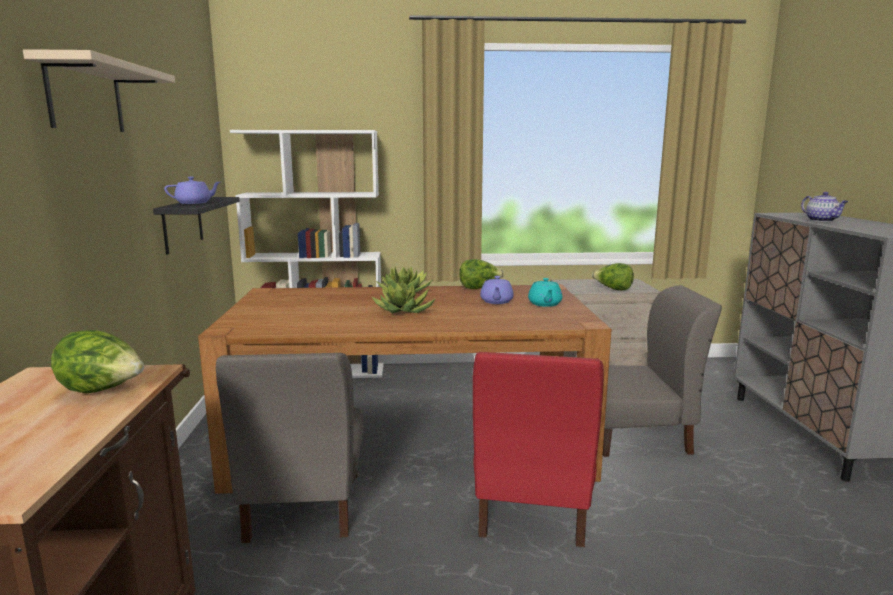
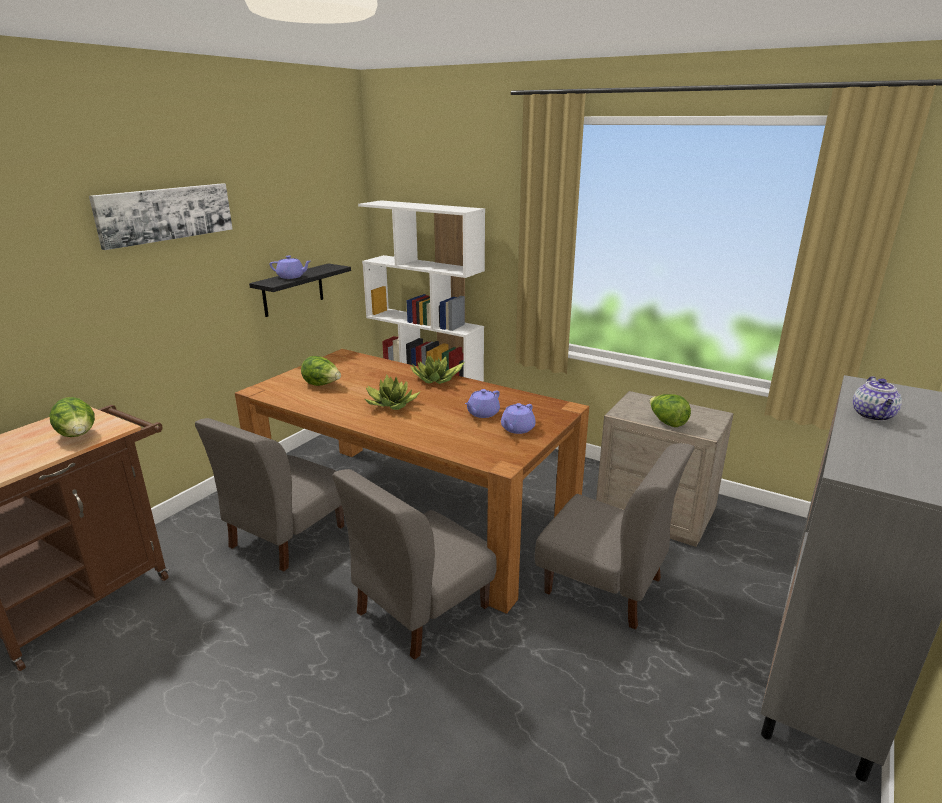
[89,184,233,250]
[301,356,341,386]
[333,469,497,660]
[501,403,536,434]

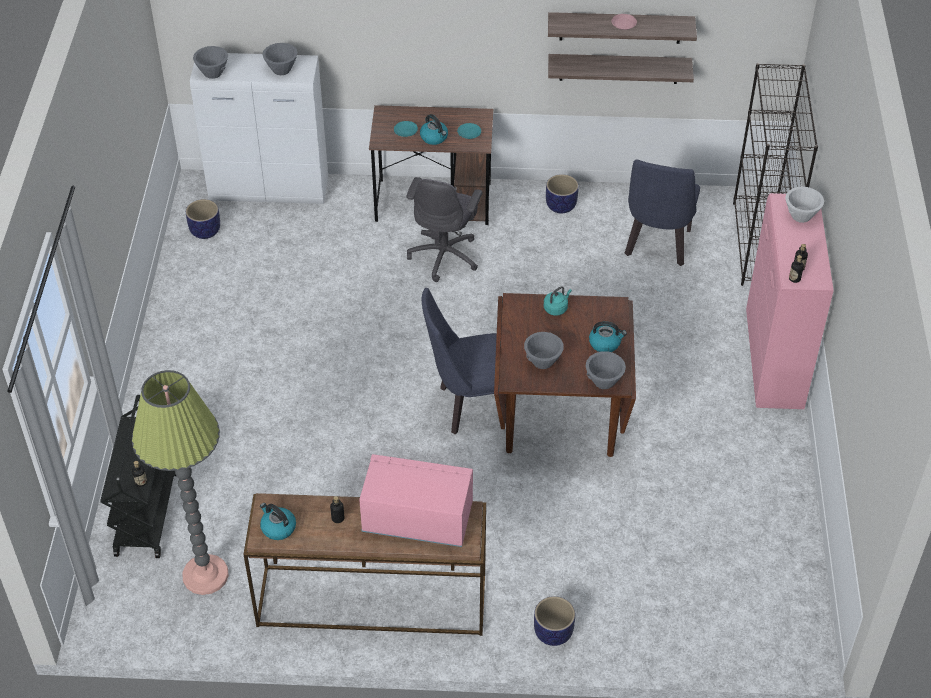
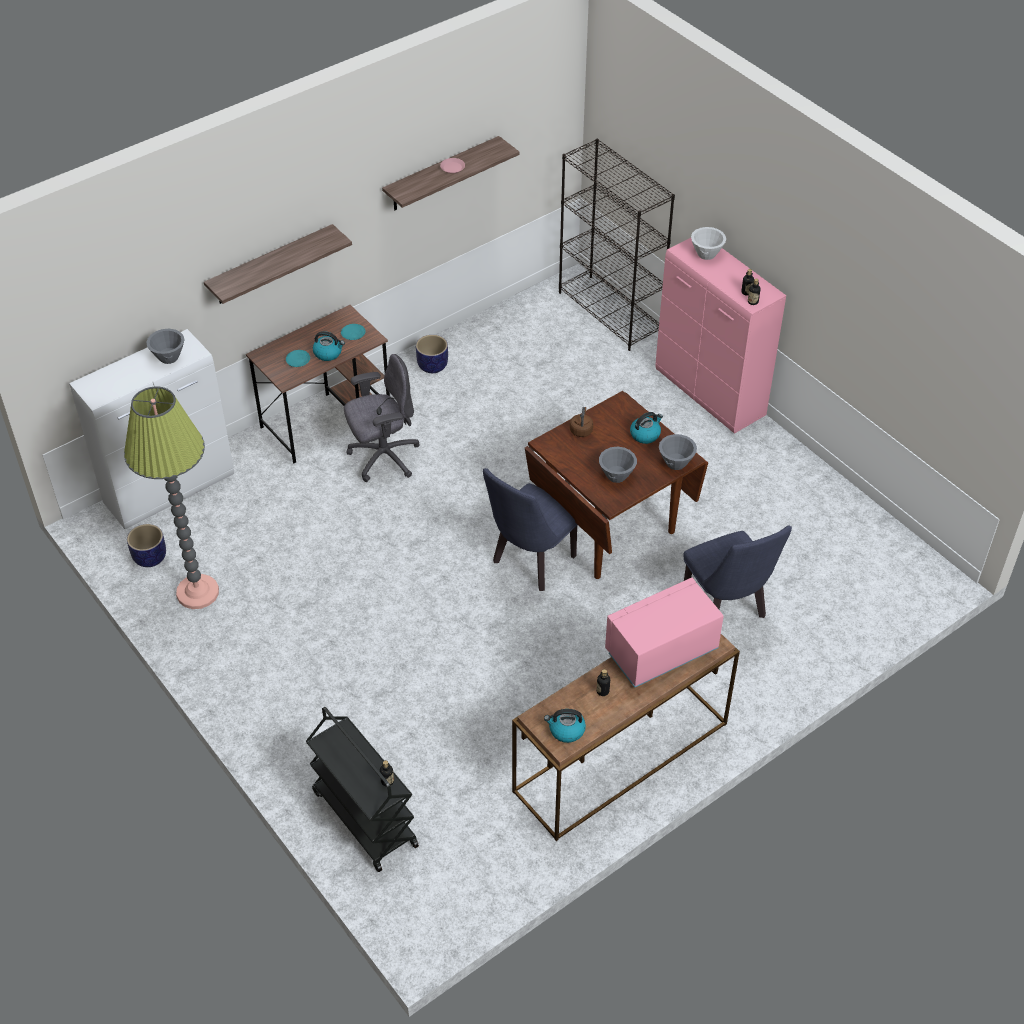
[124,387,219,609]
[204,224,352,304]
[344,354,420,482]
[570,407,593,437]
[683,525,792,618]
[193,46,228,79] (first image)
[534,596,575,646] (first image)

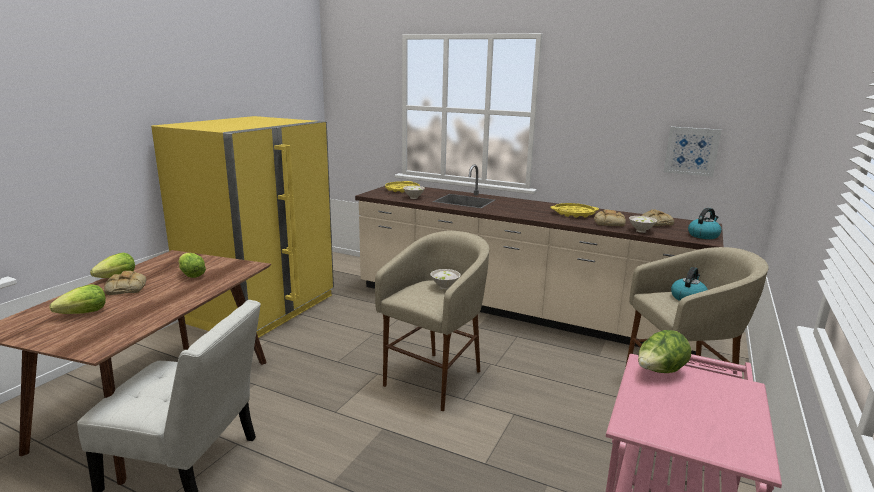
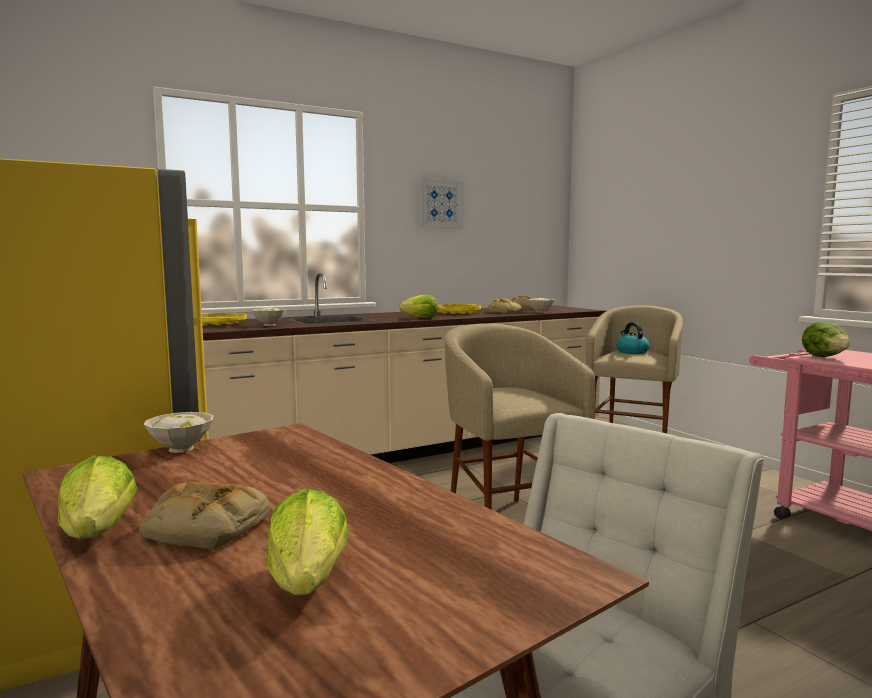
[144,412,214,453]
[399,294,438,318]
[420,178,463,229]
[688,208,722,239] (first image)

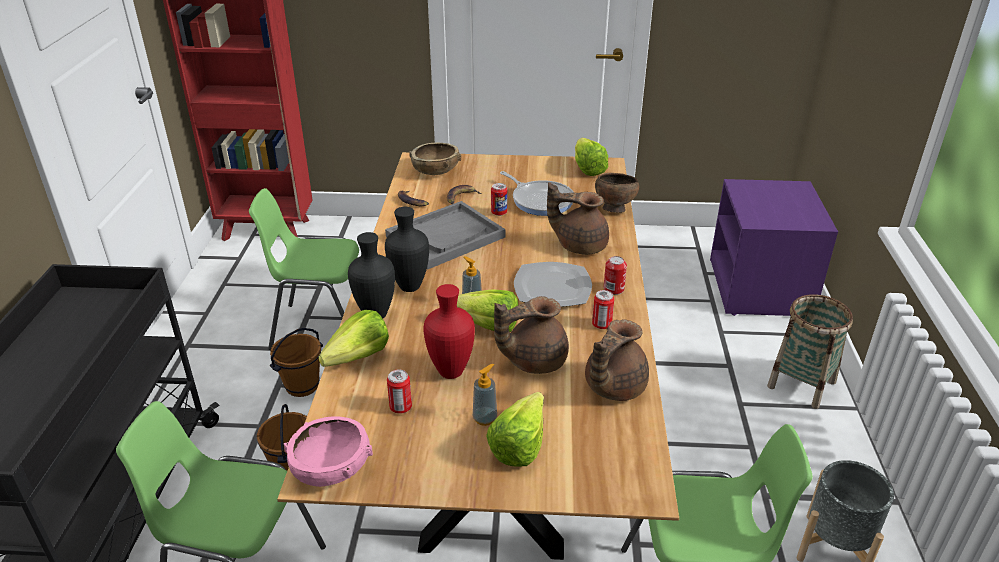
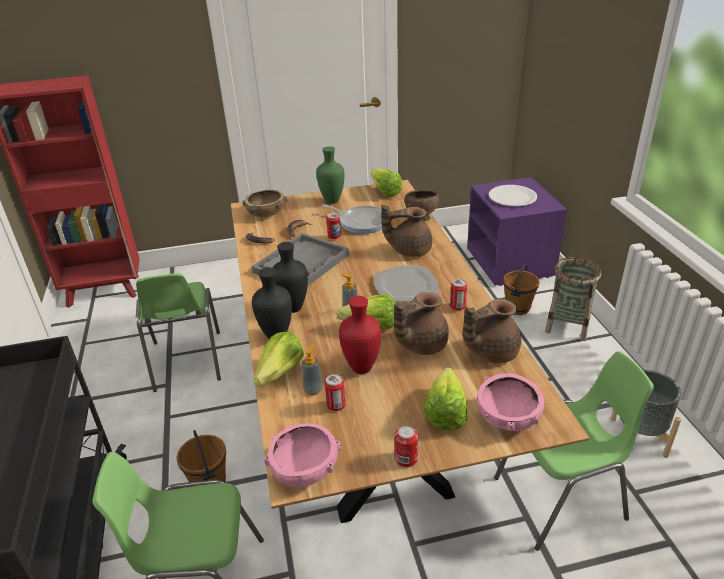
[136,273,221,392]
[302,344,323,395]
[316,146,344,204]
[394,426,418,467]
[463,299,521,363]
[477,373,544,431]
[489,185,537,206]
[503,264,540,315]

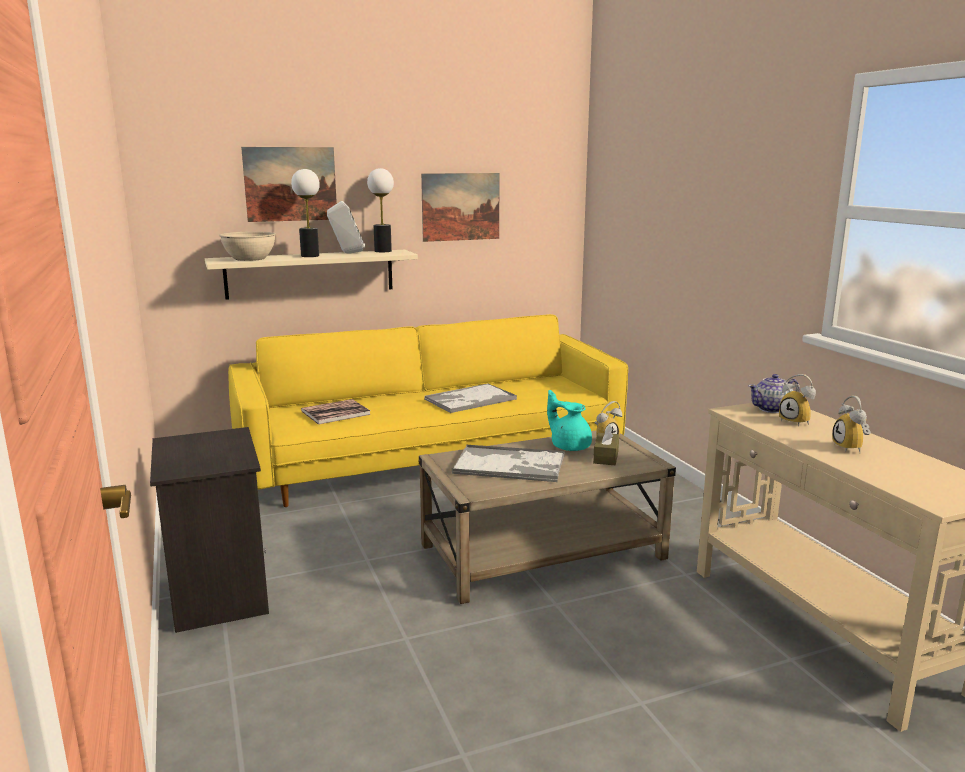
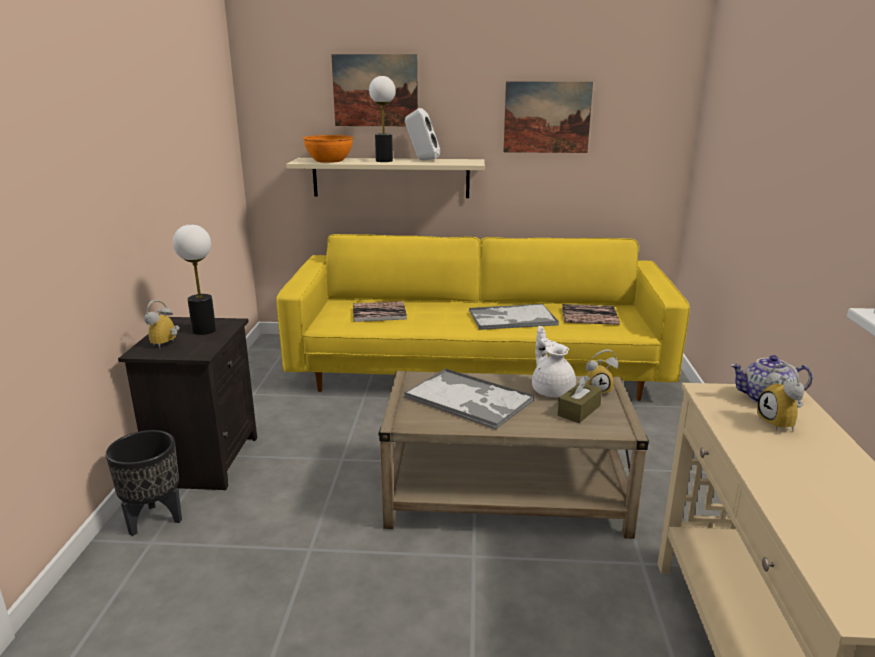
[106,430,182,536]
[144,300,180,348]
[173,224,216,335]
[303,135,354,163]
[532,326,576,397]
[562,304,620,325]

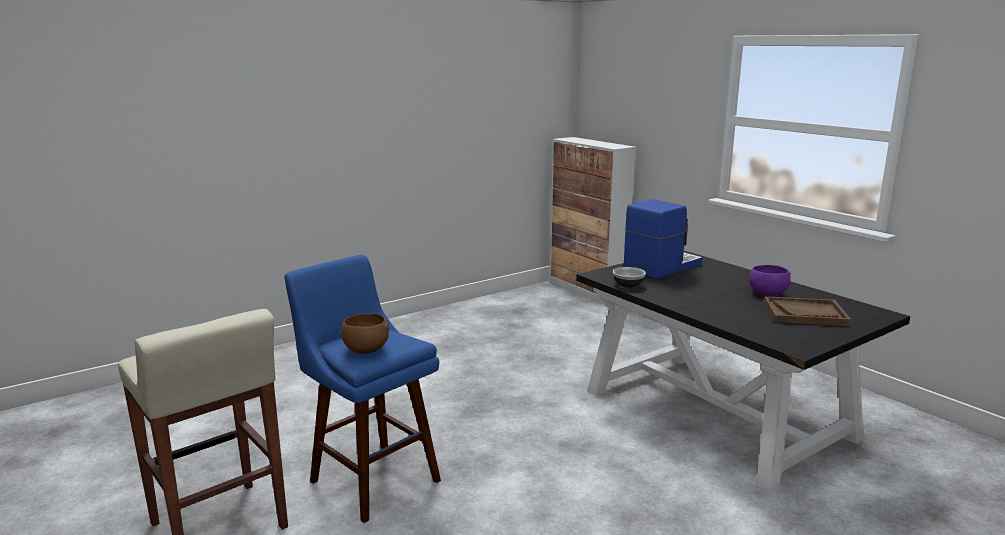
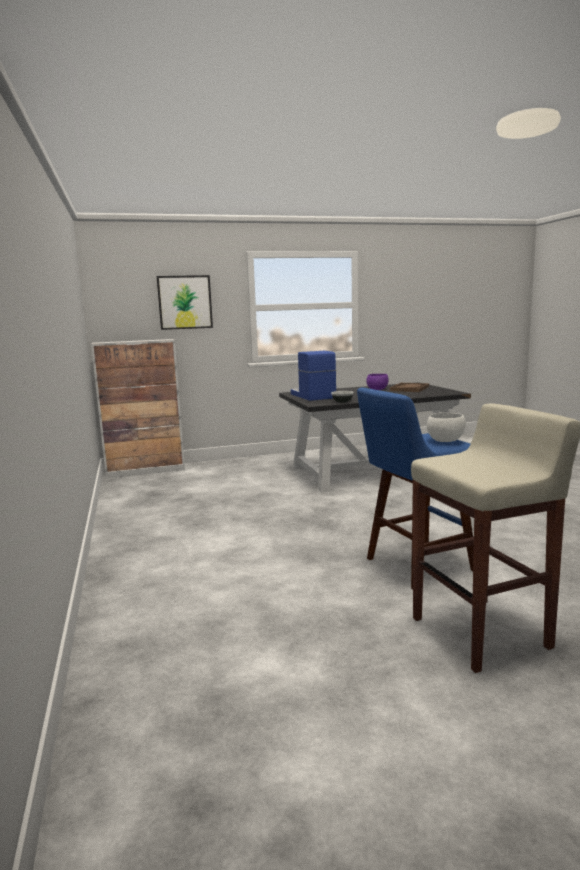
[157,275,213,330]
[427,413,466,442]

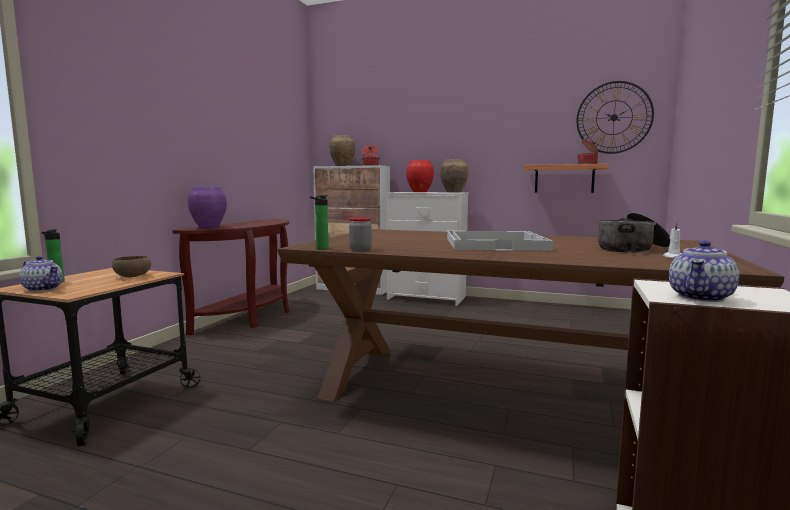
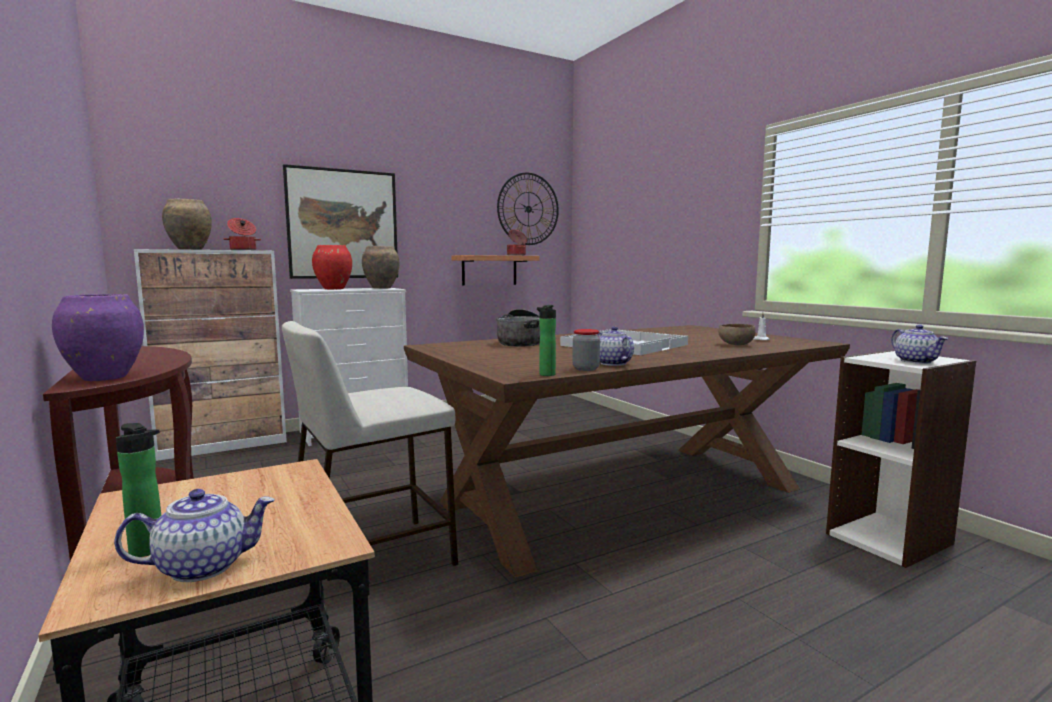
[282,321,458,566]
[283,164,398,279]
[496,309,540,347]
[597,326,634,366]
[718,324,755,345]

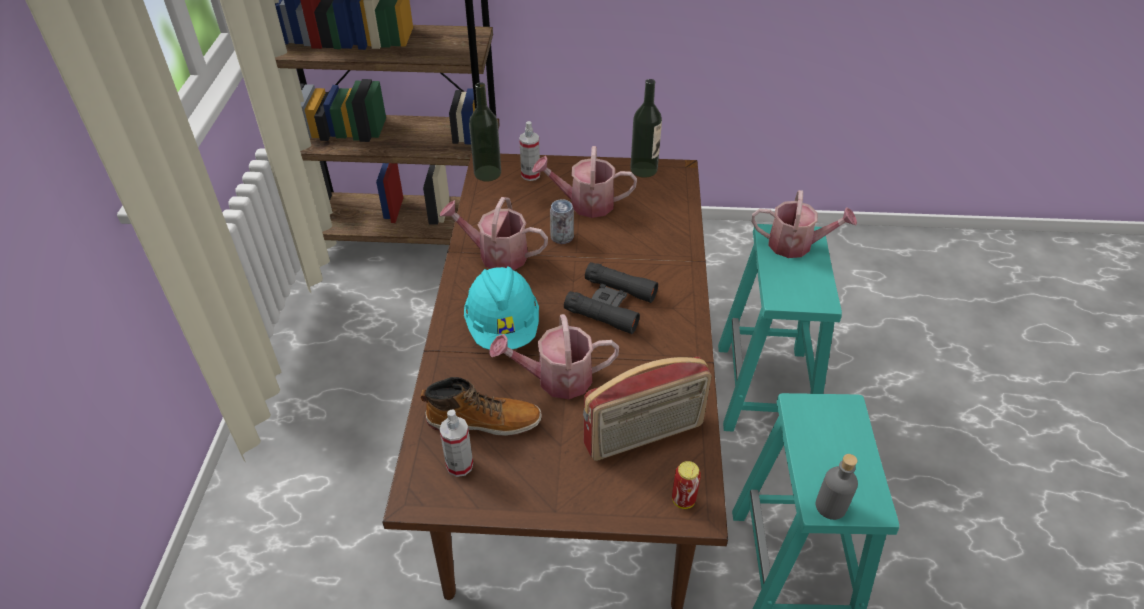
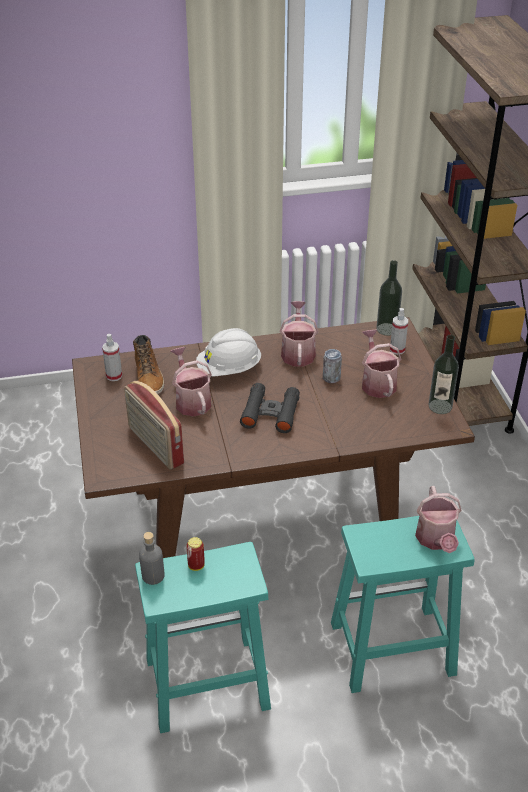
[186,537,205,571]
[196,328,261,377]

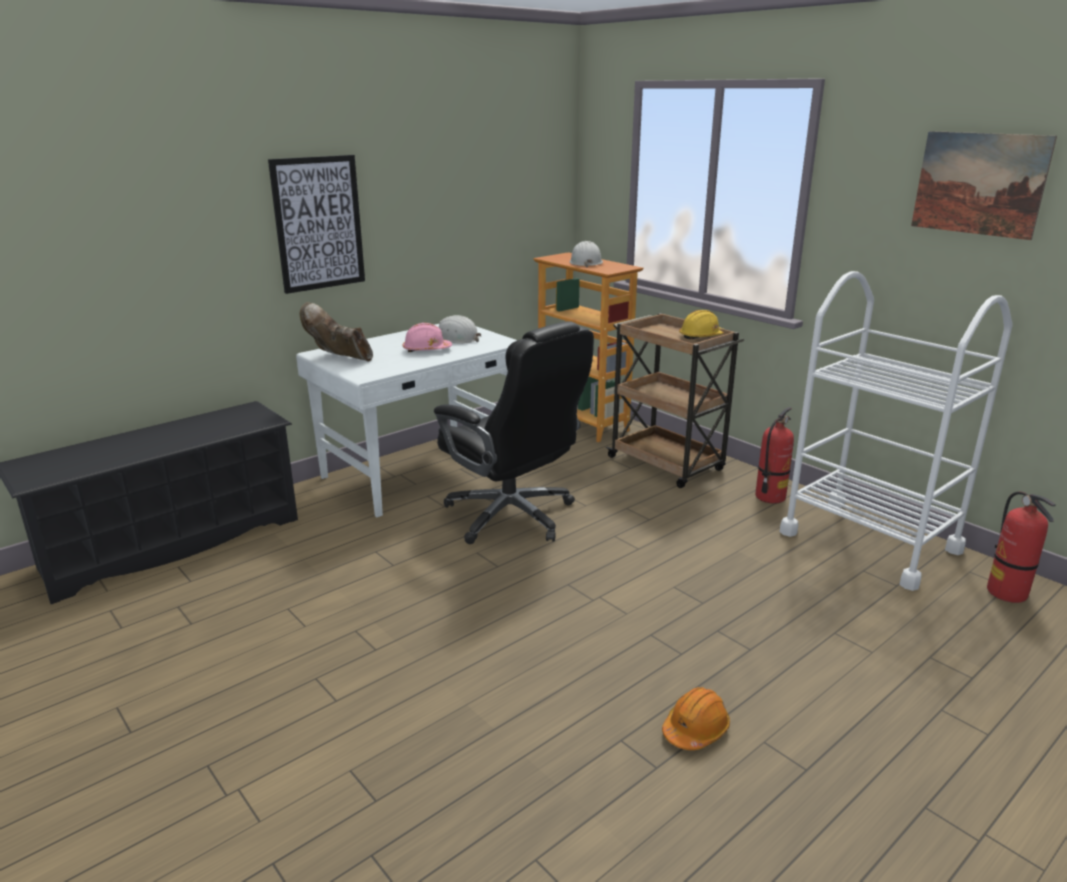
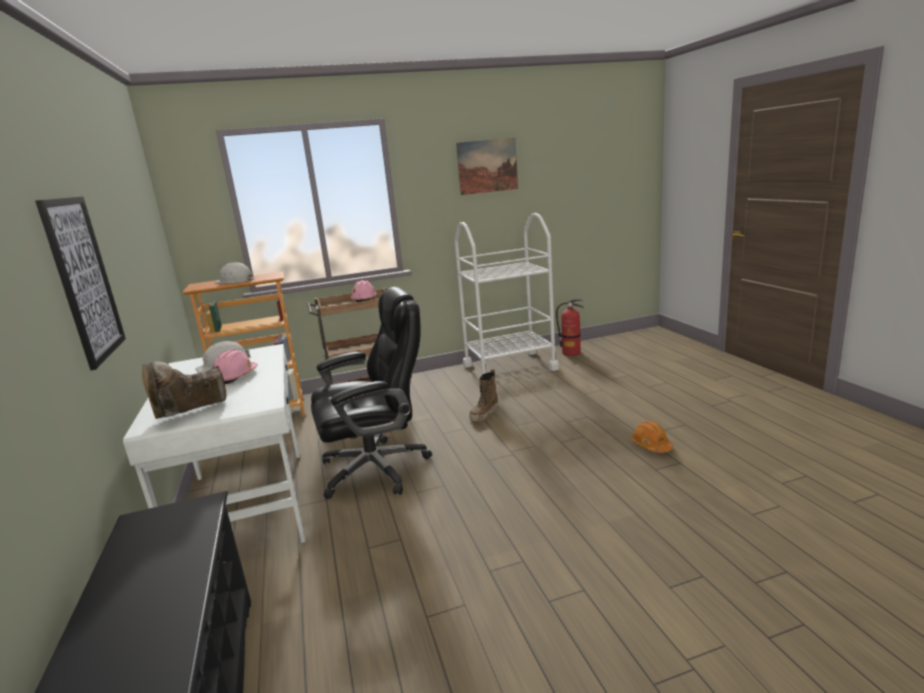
[351,280,377,302]
[469,369,498,422]
[756,407,794,504] (first image)

